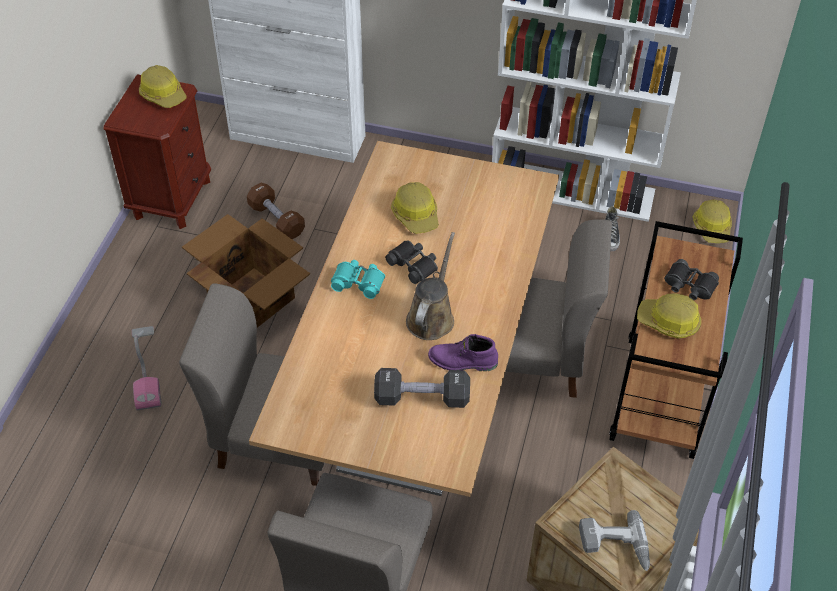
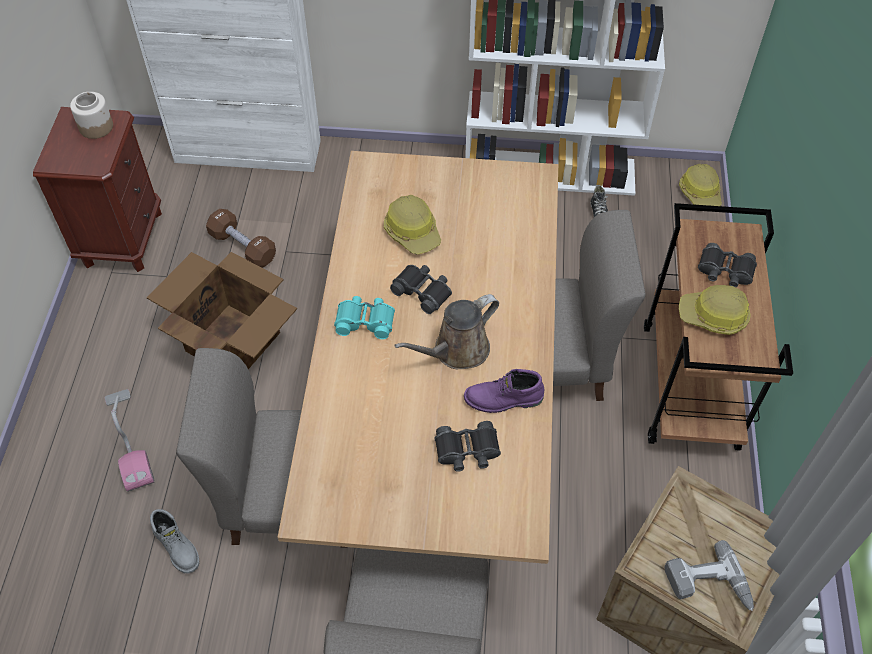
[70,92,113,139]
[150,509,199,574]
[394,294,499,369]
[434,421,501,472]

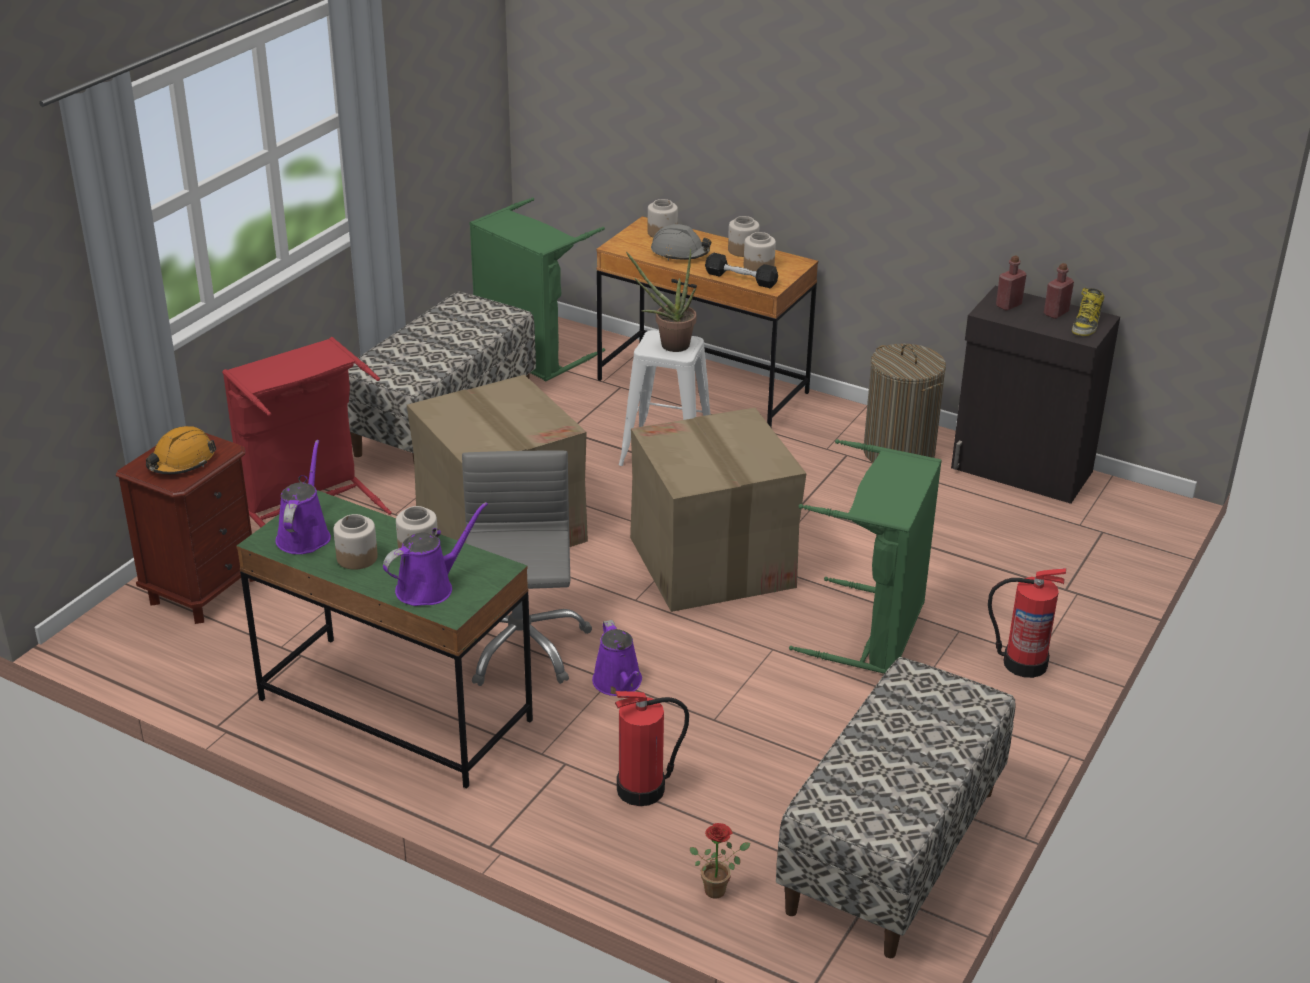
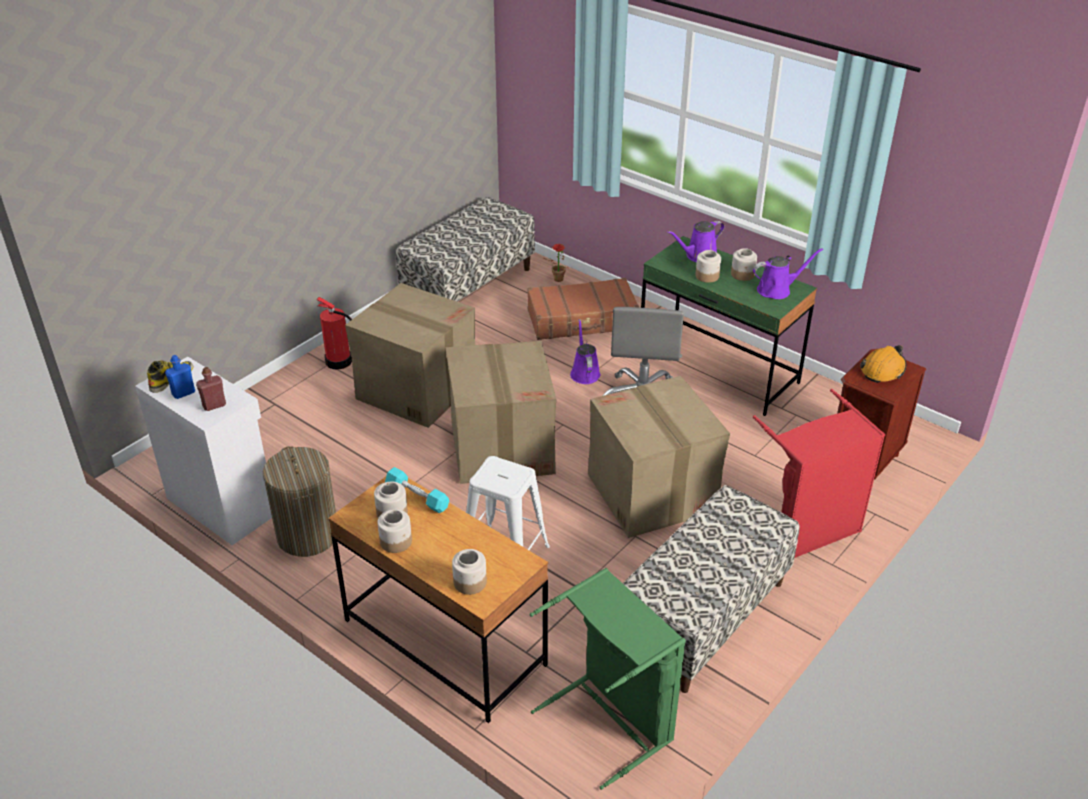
[135,357,272,545]
[165,355,195,399]
[345,283,475,428]
[385,467,449,513]
[527,278,639,340]
[753,248,823,299]
[626,249,697,352] (first image)
[651,224,711,260] (first image)

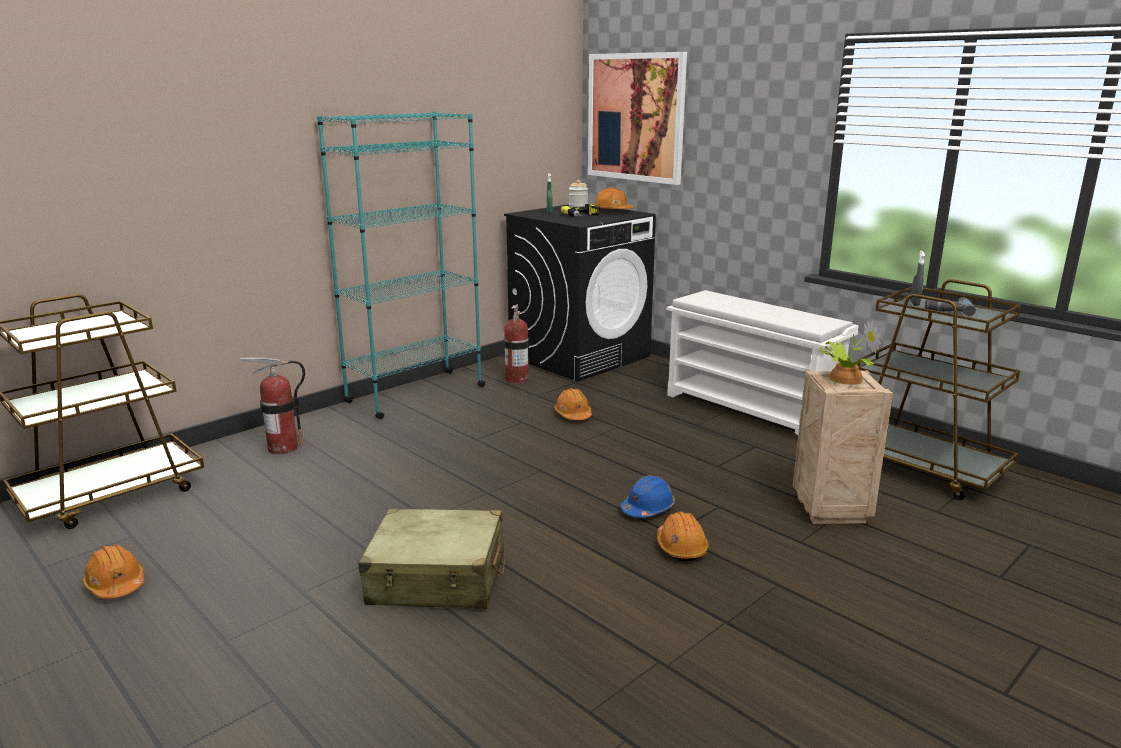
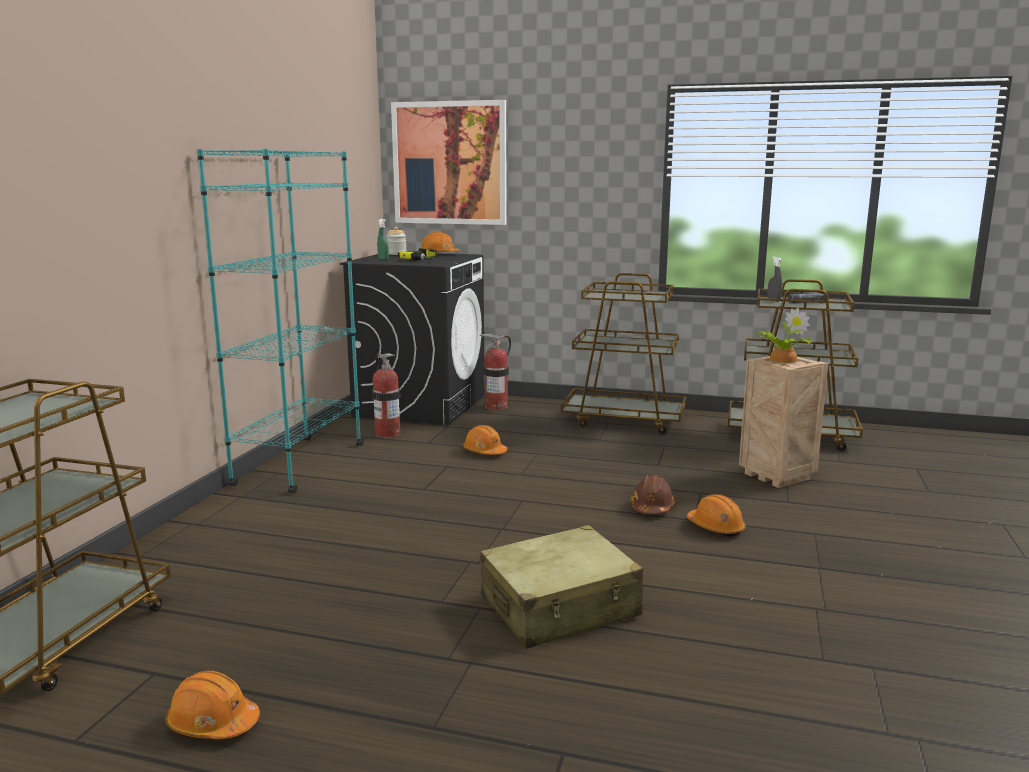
[480,334,511,410]
[560,273,686,435]
[631,475,675,514]

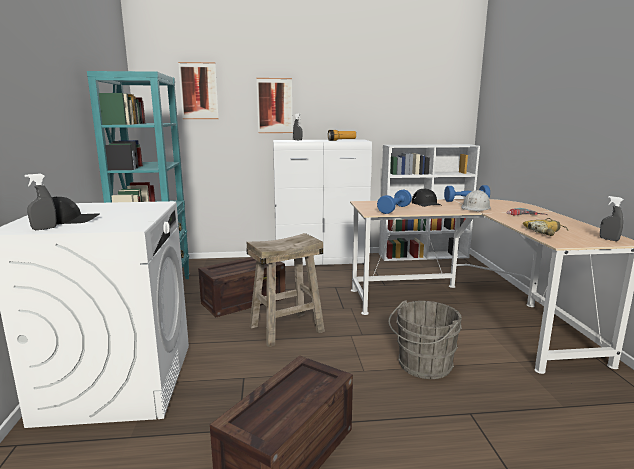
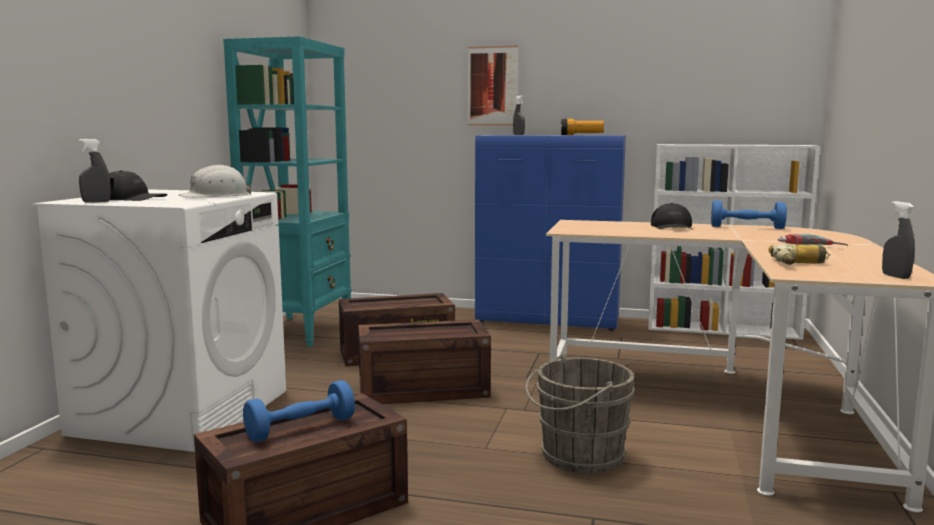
[179,165,251,197]
[243,380,355,442]
[358,320,491,404]
[475,135,626,331]
[178,62,219,119] (first image)

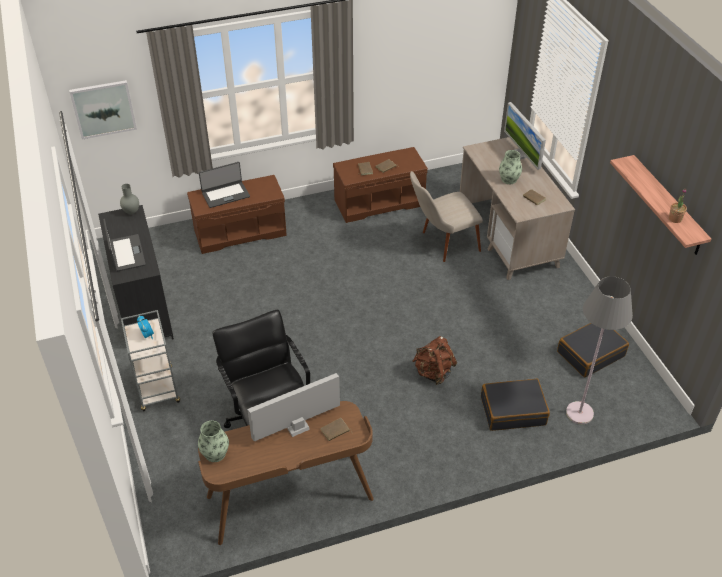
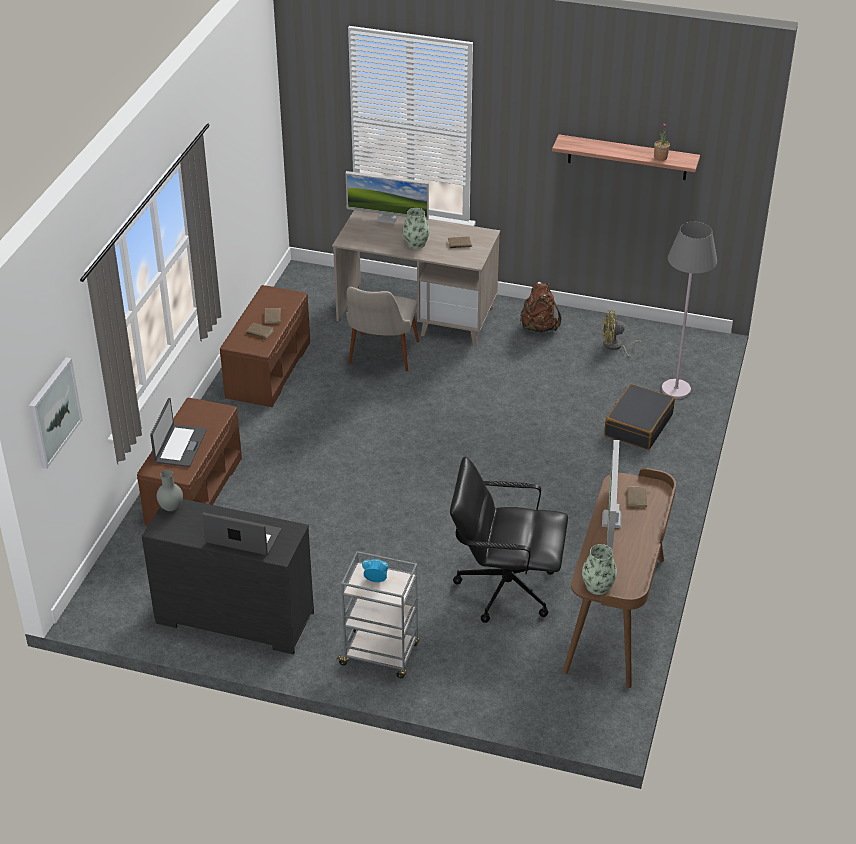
[520,282,561,332]
[602,310,645,356]

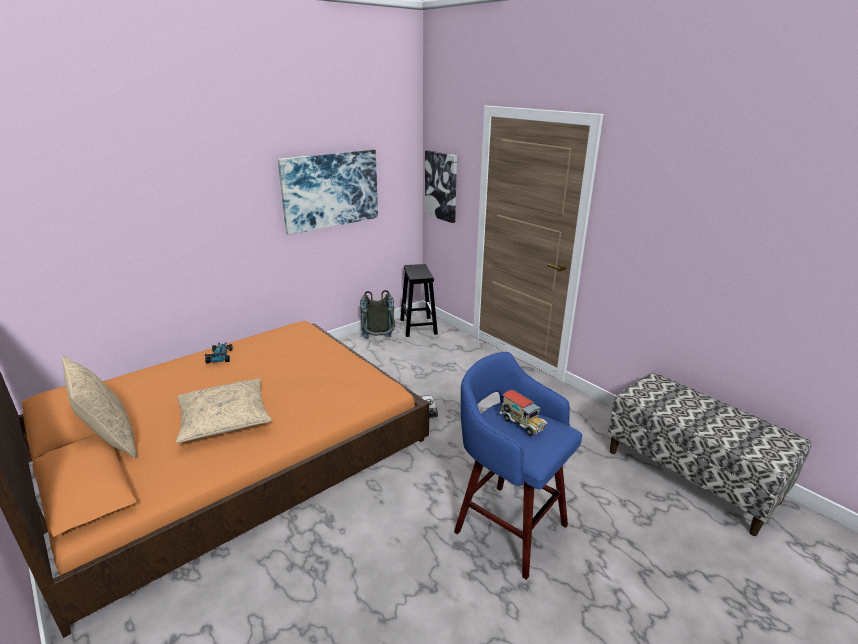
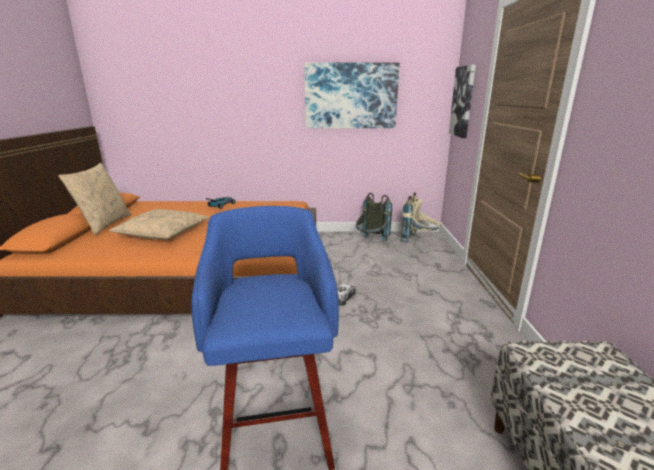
[400,192,440,242]
[499,390,547,436] (first image)

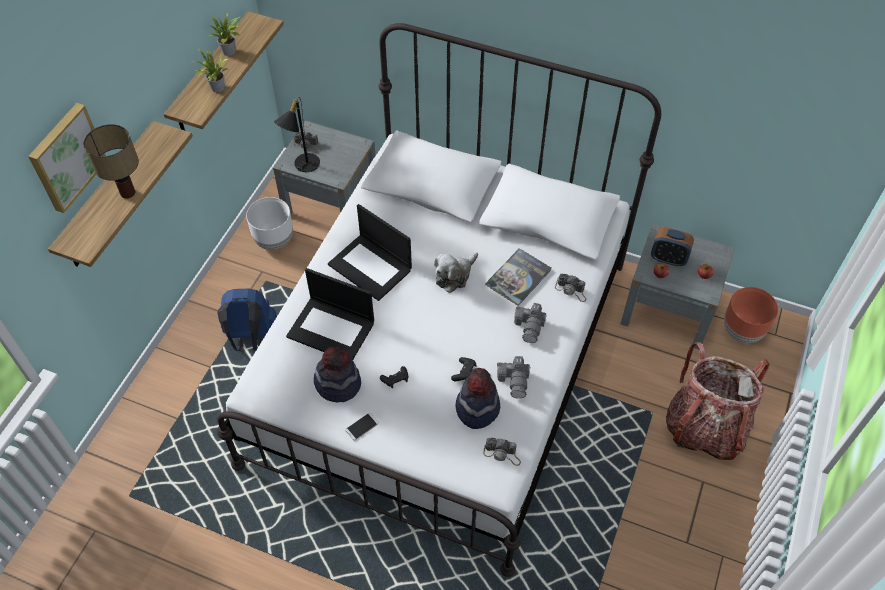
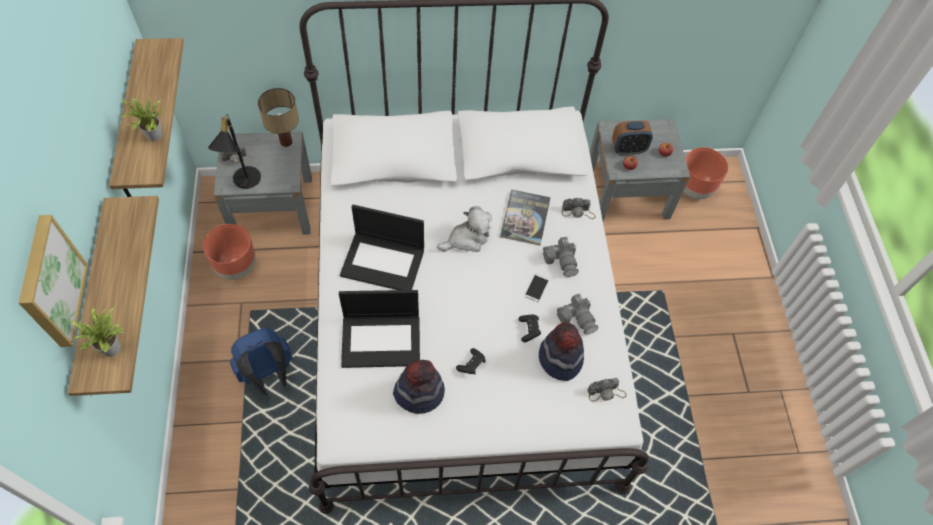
[69,305,124,357]
[203,224,256,280]
[258,88,299,147]
[437,206,492,252]
[525,274,549,302]
[666,342,770,460] (first image)

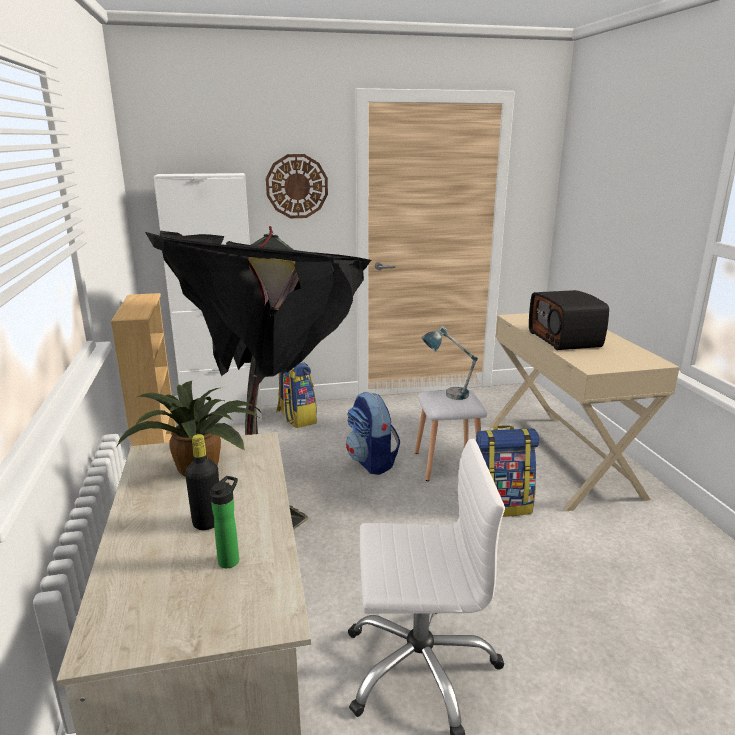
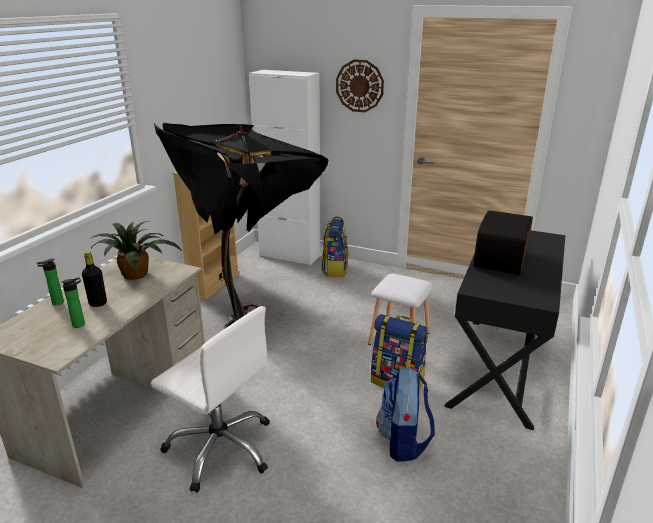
[37,259,64,305]
[376,367,435,462]
[444,230,565,430]
[421,326,478,400] (first image)

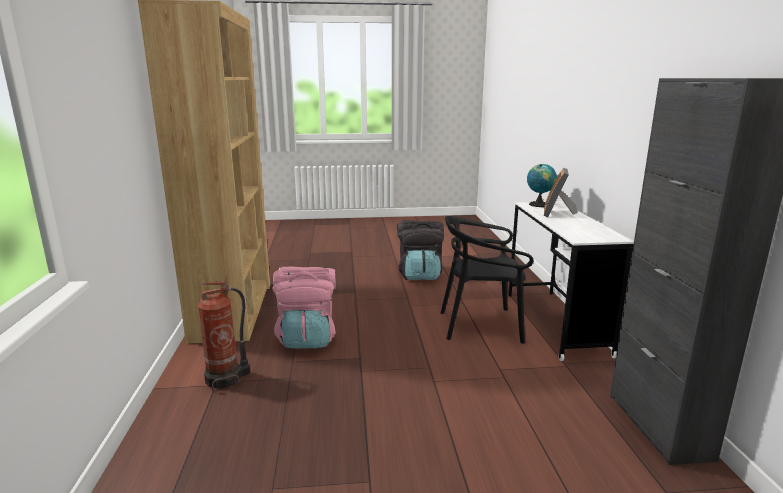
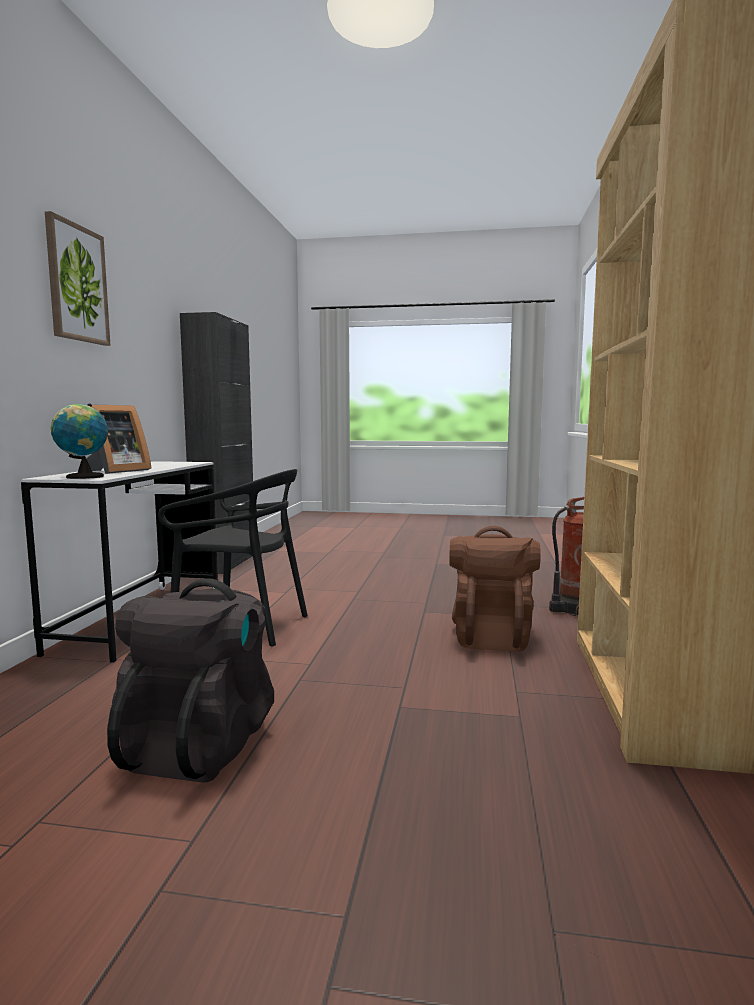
[45,211,110,346]
[449,526,541,652]

